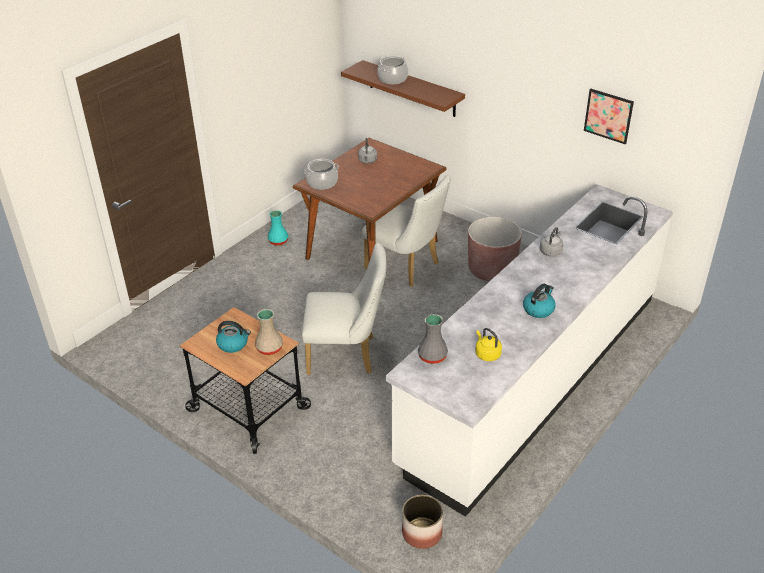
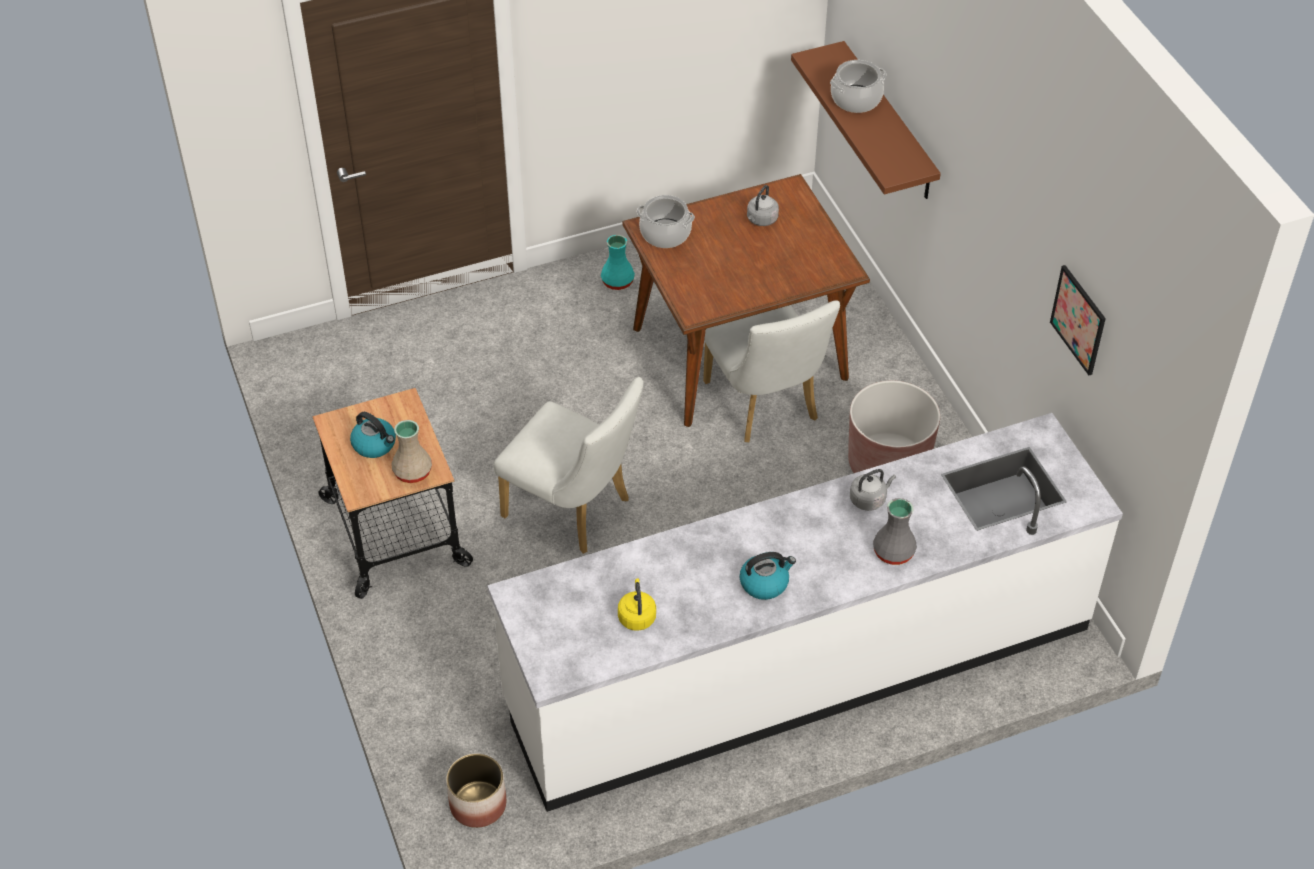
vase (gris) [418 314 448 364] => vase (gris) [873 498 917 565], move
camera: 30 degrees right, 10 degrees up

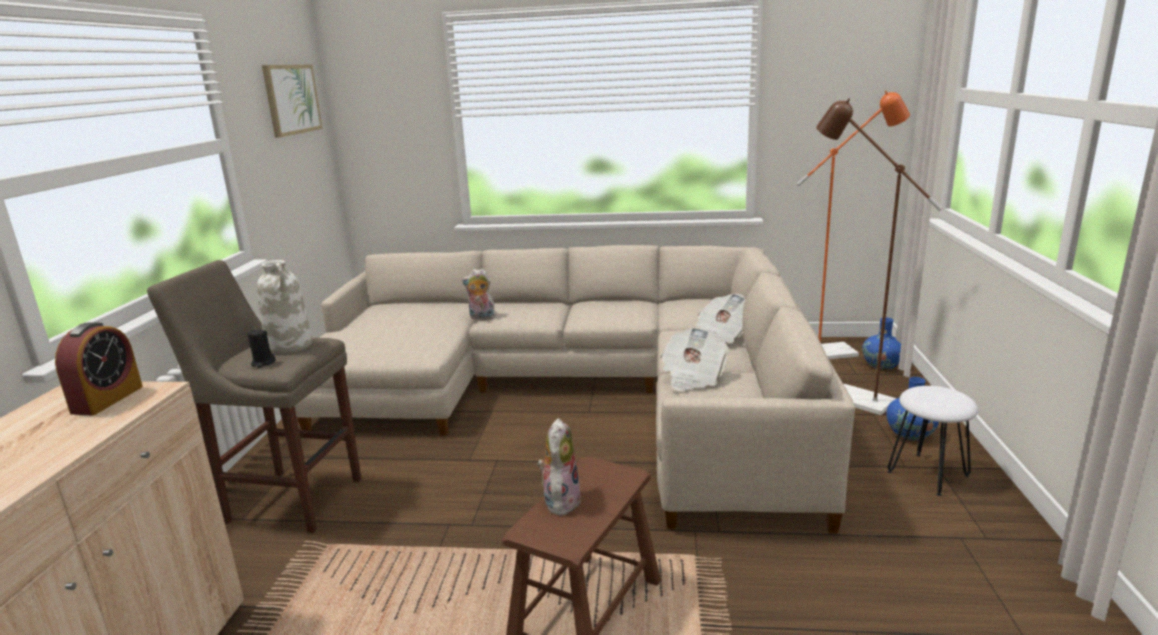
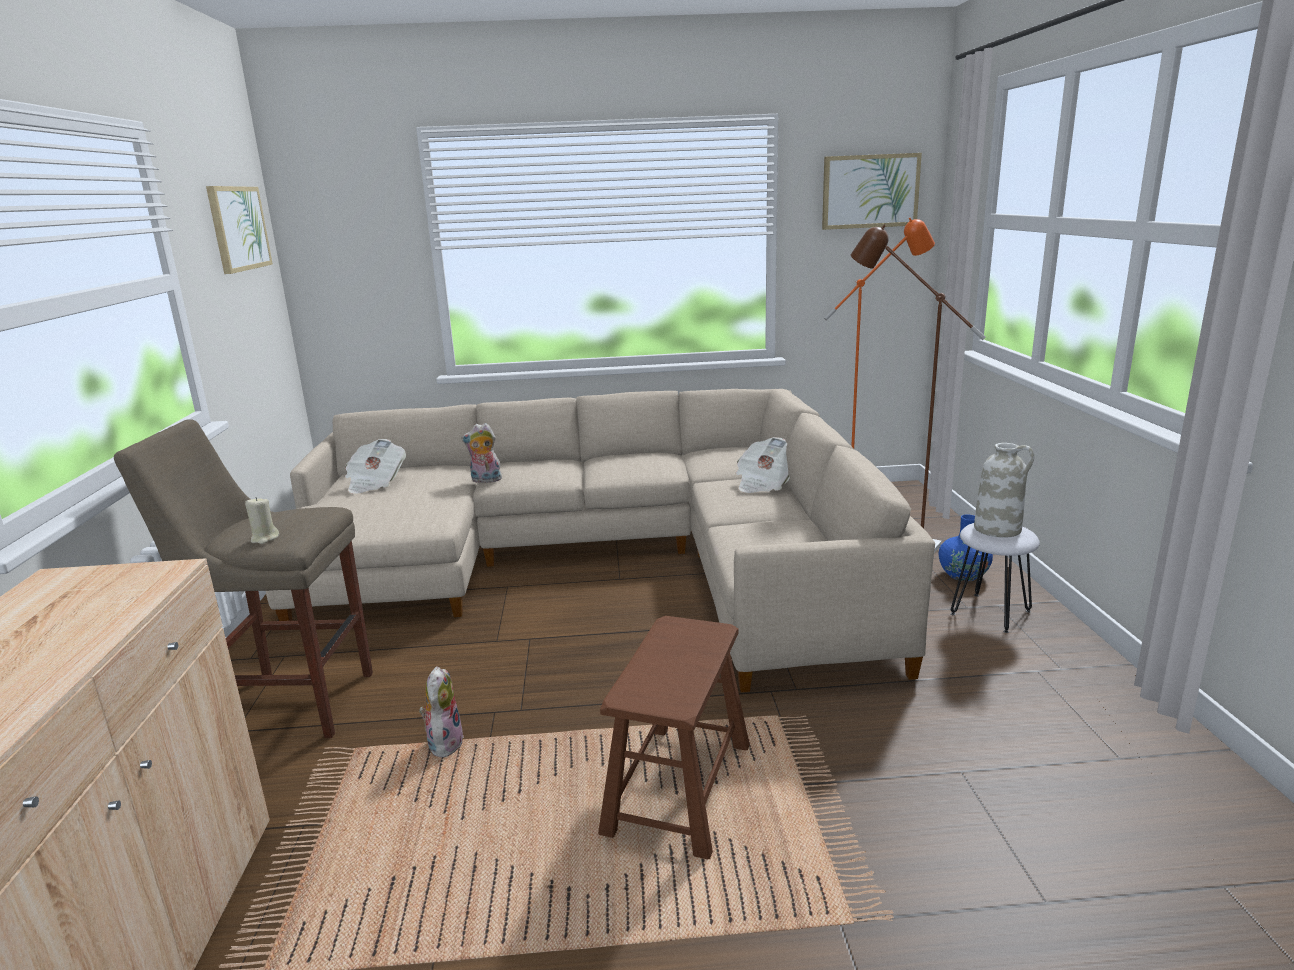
vase (blanc) [256 260 312 354] => vase (blanc) [974 443 1034 538], move
vase (bleu) [862 317 901 370] => nothing
réveil [55 322 143 415] => nothing
journal [661 327 729 391] => journal [345 439 406 494], move
bougie (noir) [247 329 276 368] => bougie (beige) [245 497 279 544]
peluche [538 418 581 516] => peluche [419 666 464 757], move
nothing => tableau [822 153 922 230]
camera: 10 degrees left, 0 degrees up

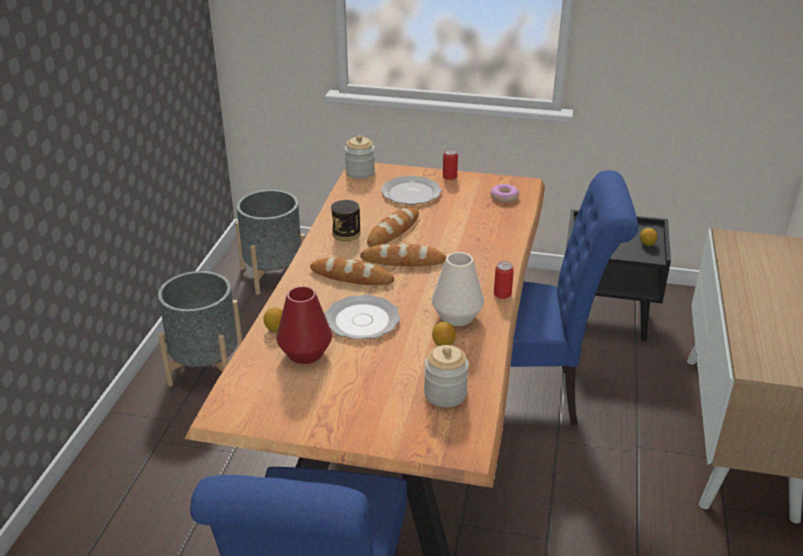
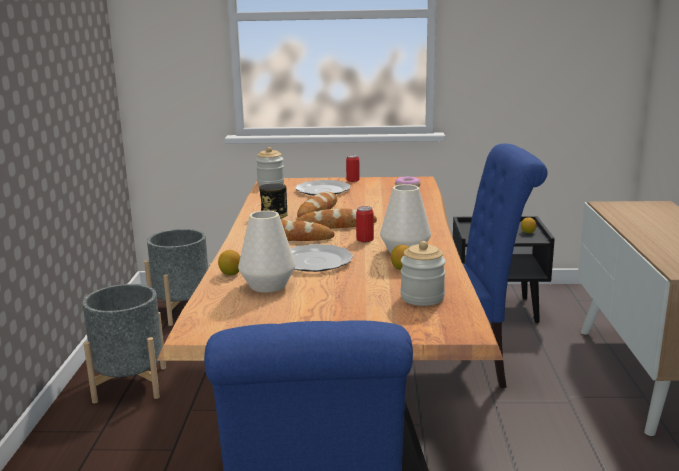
boîte métallique [494 261 514 299] => boîte métallique [356 206 374 242], move
vase (rouge) [276 286 332 364] => vase (blanc) [238 210 295 293]
camera: 10 degrees left, 15 degrees down

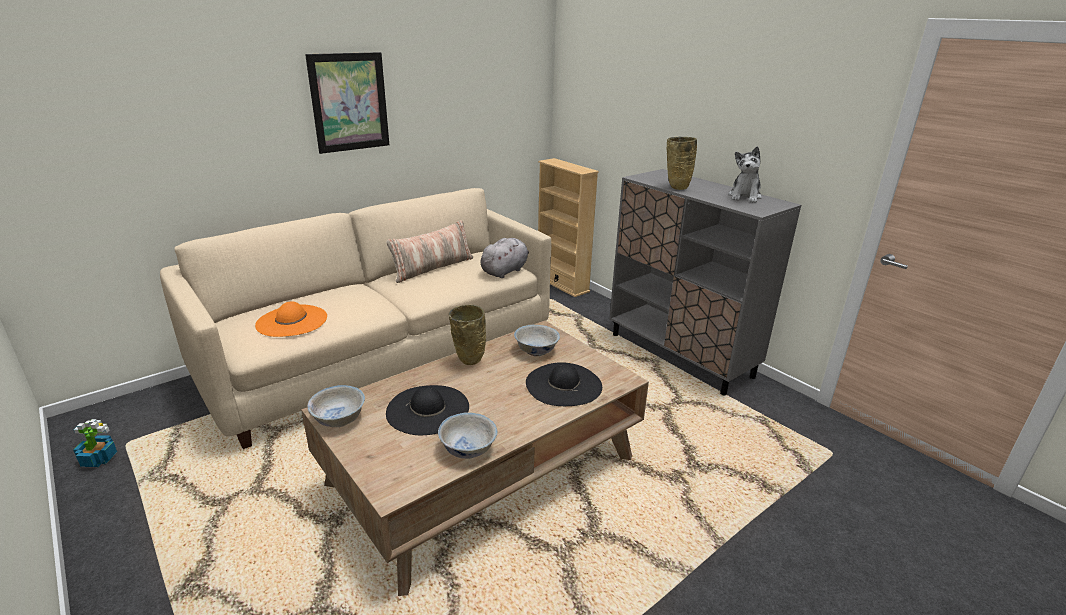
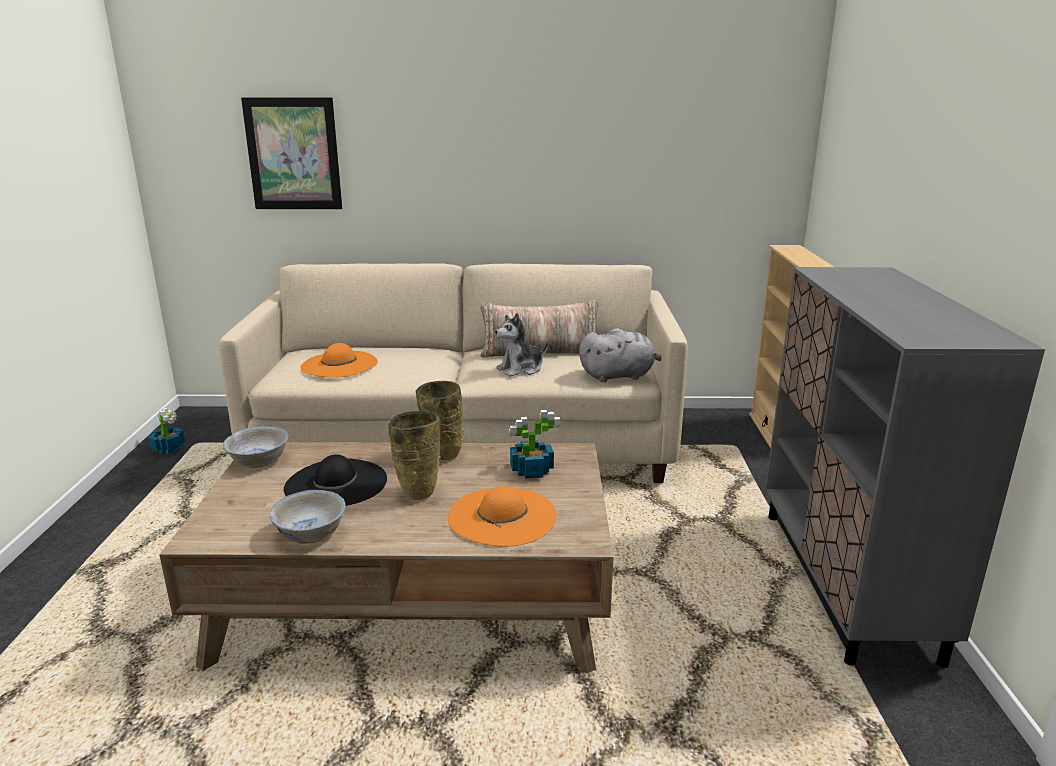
tableau [305 52 389 154] => tableau [241 97 342 209], move
vase (beige) [667 137 697 190] => vase (beige) [388 411 441 500], move
peluche [728 146 762 203] => peluche [495 313 548 377], move
bol (blanc) [514 325 560 356] => plante en pot [509 410 560 479]
chapeau (noir) [526 362 602 406] => chapeau (orange) [448 486 557 547]
camera: 40 degrees right, 5 degrees down

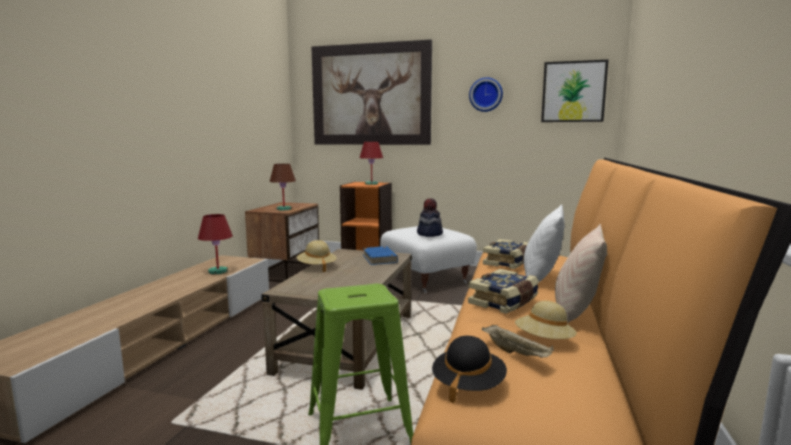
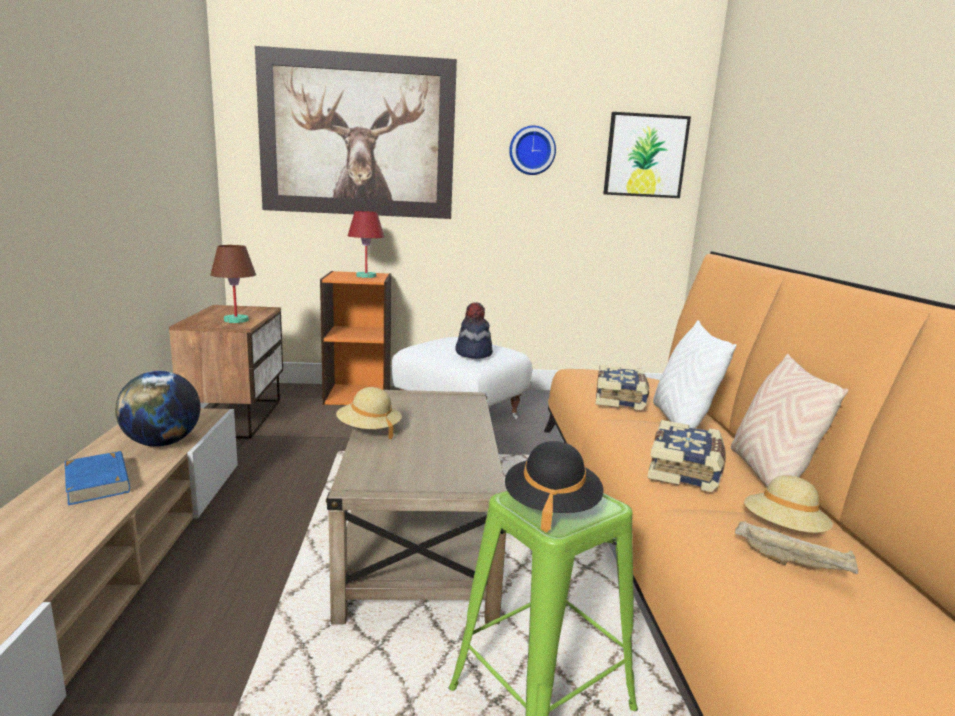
lampe de table (rouge) [198 214 233 274] => globe [115 371 201 447]
livre (bleu) [363 246 398 265] => livre (bleu) [65 451 130 505], move
chapeau (noir) [432 336 507 404] => chapeau (noir) [505 441 603 533], move
camera: 20 degrees left, 5 degrees up

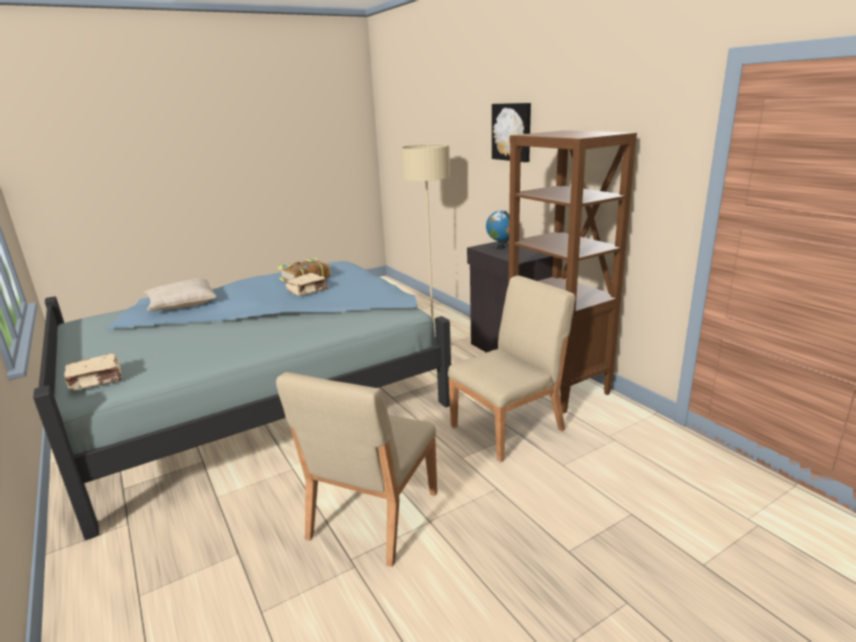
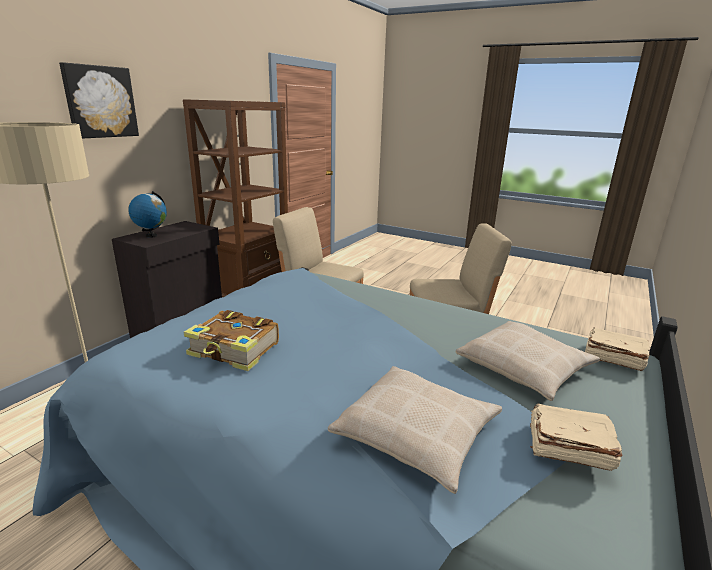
livre (beige) [286 273 327 296] => livre (beige) [530 403 623 471], move
nothing => coussin (beige) [456 321 600 401]
camera: 120 degrees left, 0 degrees up

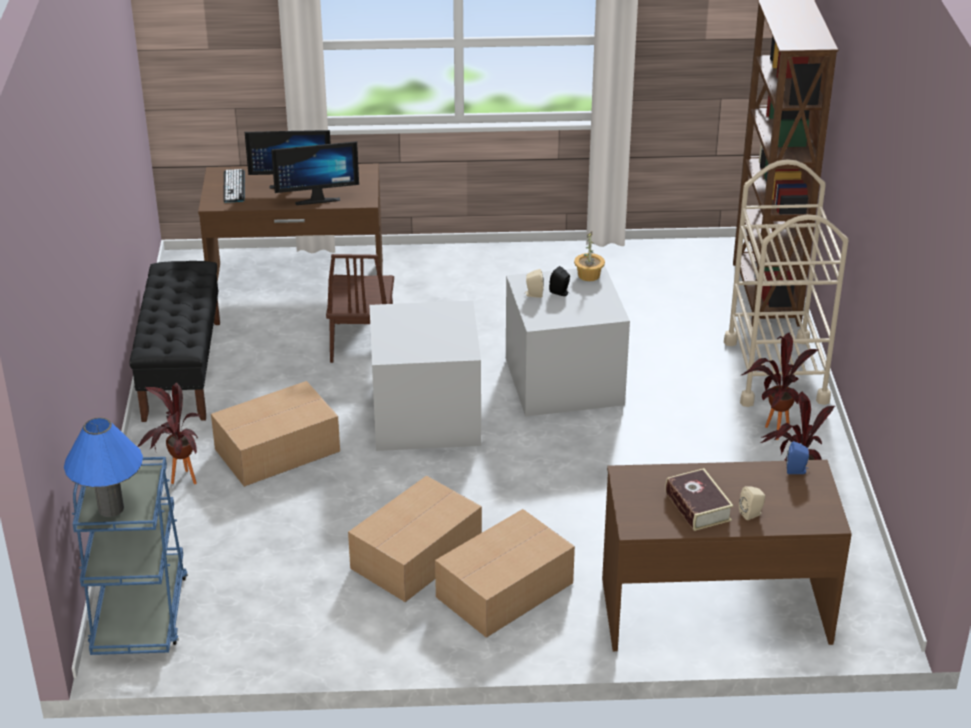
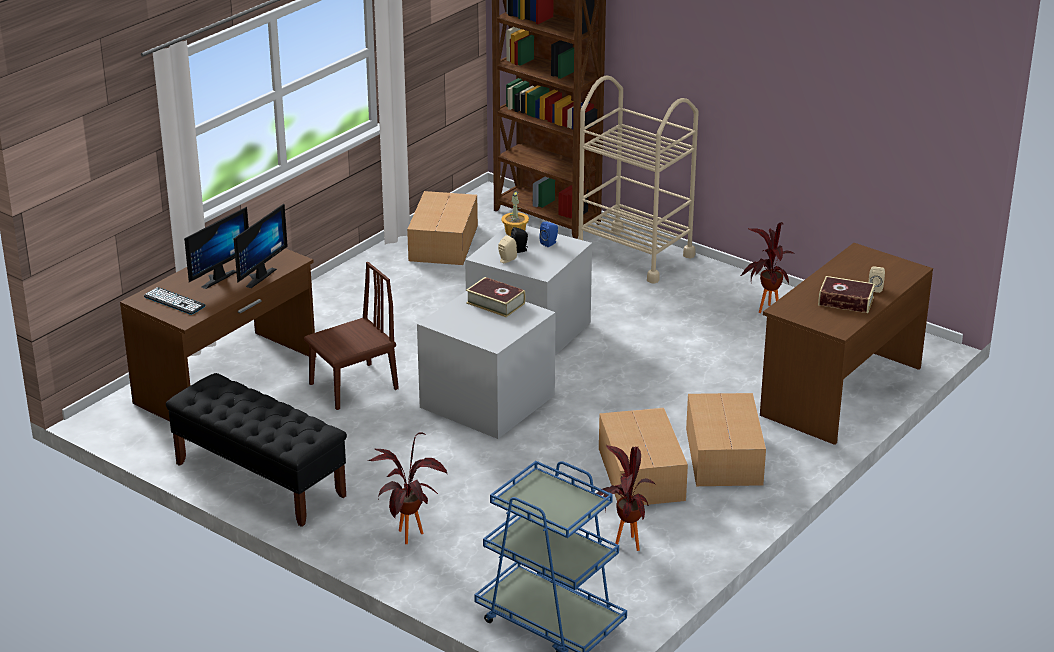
chaise (marron) [326 254 394 363] => chaise (marron) [304 262 399 410], 75 degrees counterclockwise
plante en pot [741 333 818 440] => plante en pot [596 445 655 551], move
carton [211 381 340 487] => carton [407 191 478 265], move
lampe de table (bleu) [64 418 143 517] => nothing
enceinte (bleu) [787 441 809 474] => enceinte (bleu) [539 222 558 247], move
nothing => livre [466 277 525 317]
camera: 50 degrees left, 5 degrees down

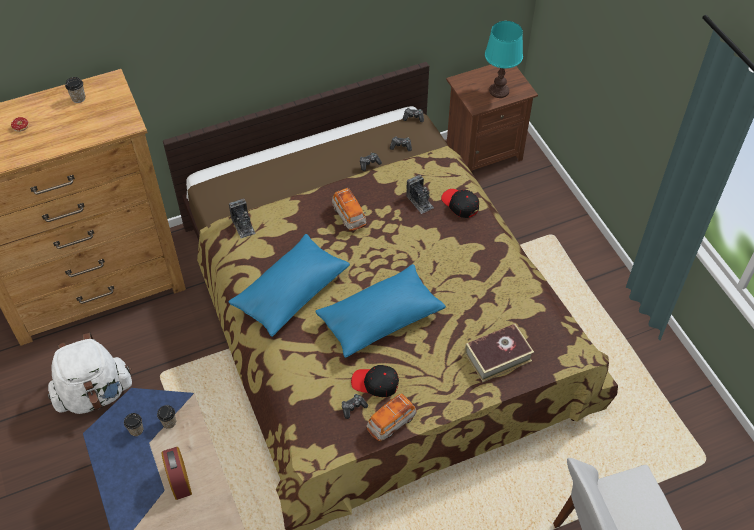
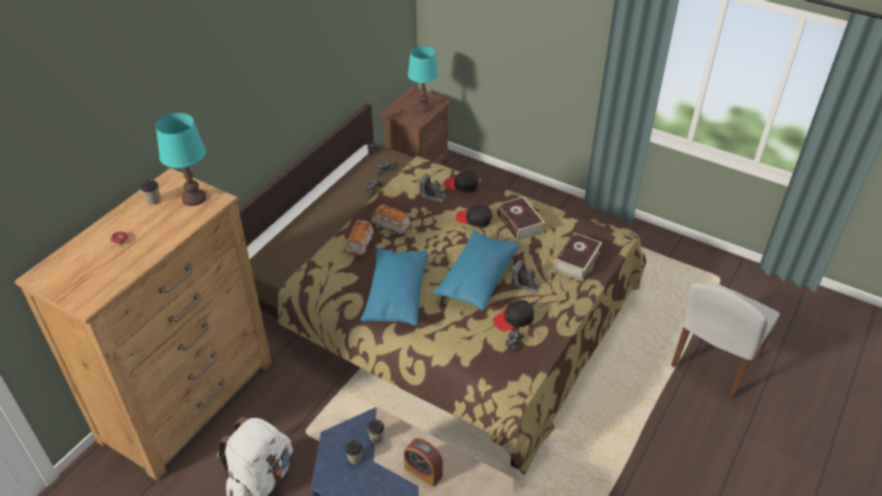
appareil photo [229 198 256 239] => appareil photo [511 260 542 294], move
petite voiture [366 393 417 442] => petite voiture [345 220 374 257], move
nothing => lampe de table (turquoise) [156 113 206 206]
nothing => livre [497 196 545 241]
nothing => casquette (noir) [456 205 492 227]
camera: 35 degrees left, 10 degrees down

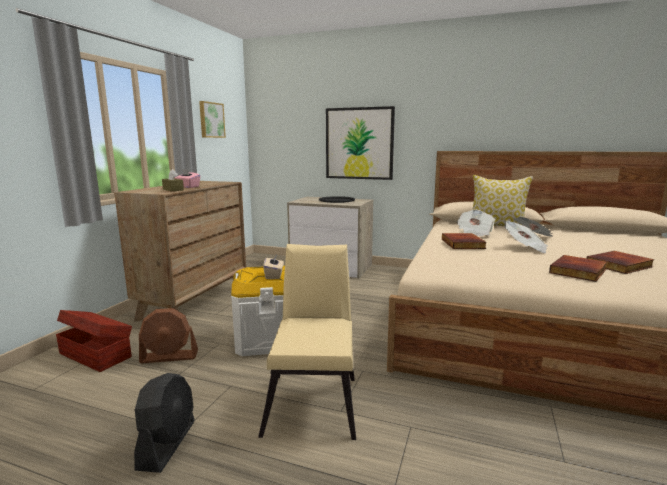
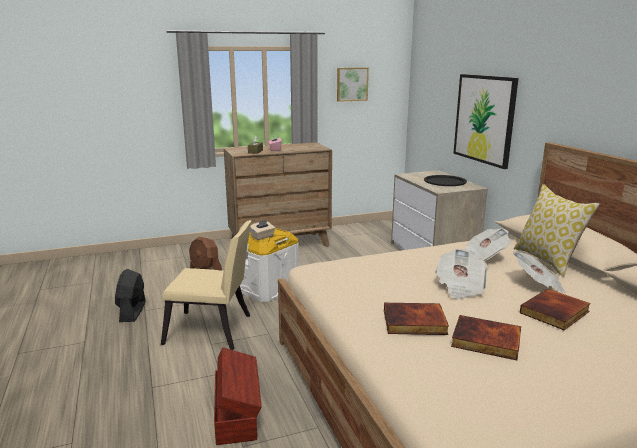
livre [442 233 487 249] => livre [520 289 591 330], move
chaise (beige) [258 244 356 440] => chaise (beige) [161 220 252 350], 45 degrees clockwise
boîte de rangement (marron) [56 310 132 372] => boîte de rangement (marron) [214 347 262 445], move
ventilateur (noir) [134 373 195 473] => ventilateur (noir) [115 269 145 322], 120 degrees clockwise
camera: 50 degrees right, 5 degrees up

